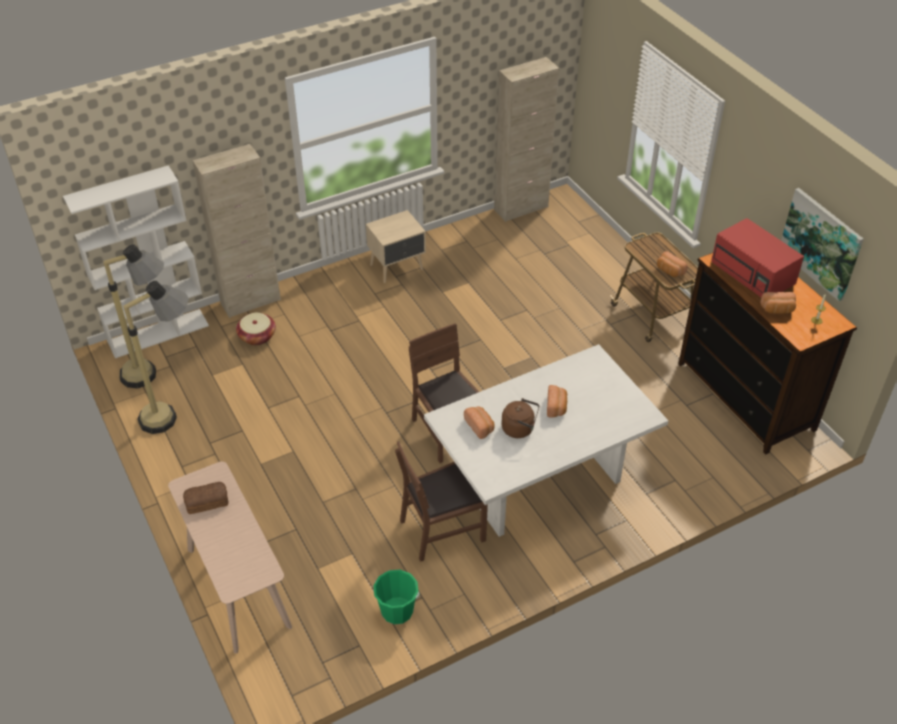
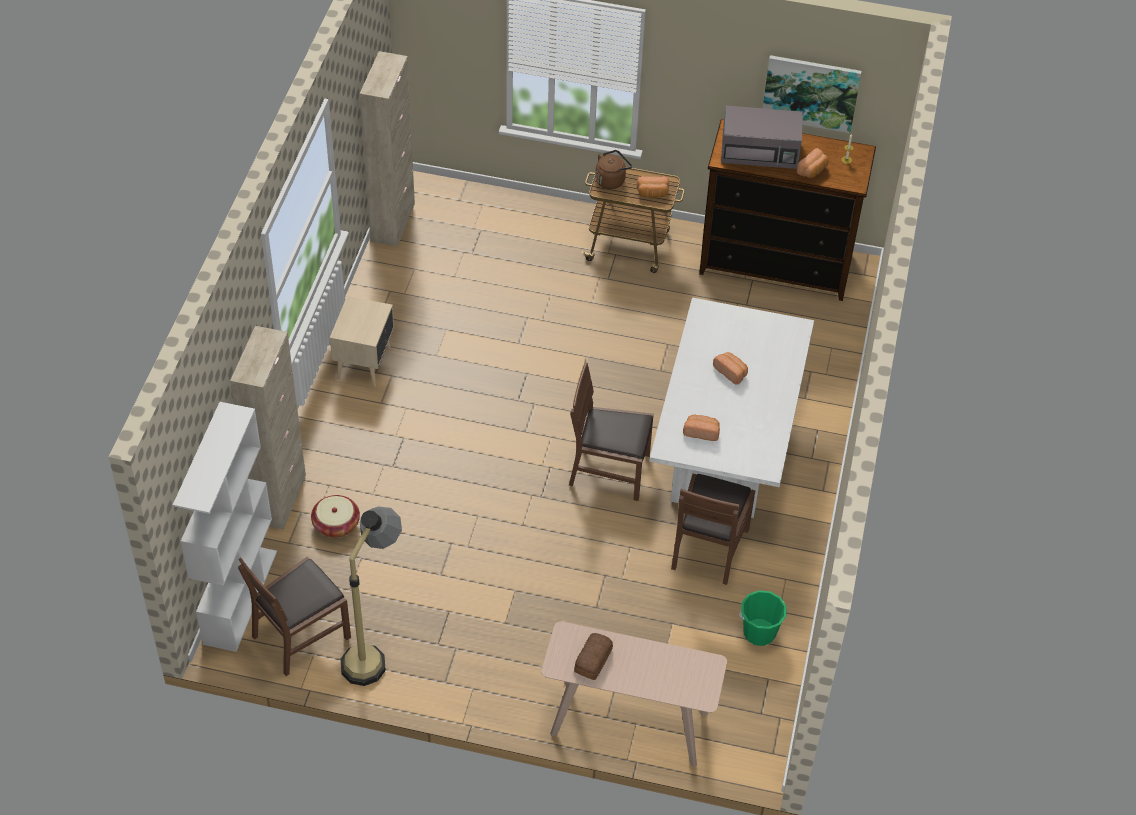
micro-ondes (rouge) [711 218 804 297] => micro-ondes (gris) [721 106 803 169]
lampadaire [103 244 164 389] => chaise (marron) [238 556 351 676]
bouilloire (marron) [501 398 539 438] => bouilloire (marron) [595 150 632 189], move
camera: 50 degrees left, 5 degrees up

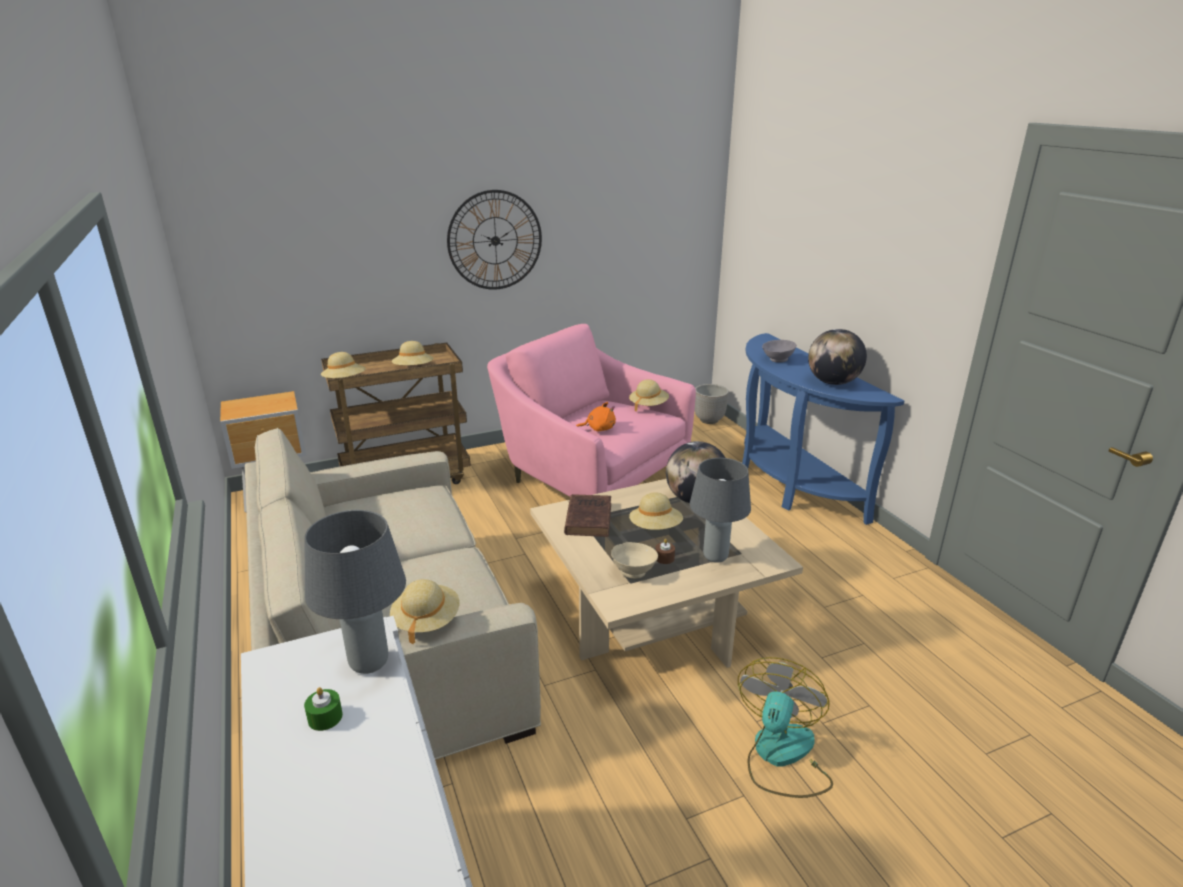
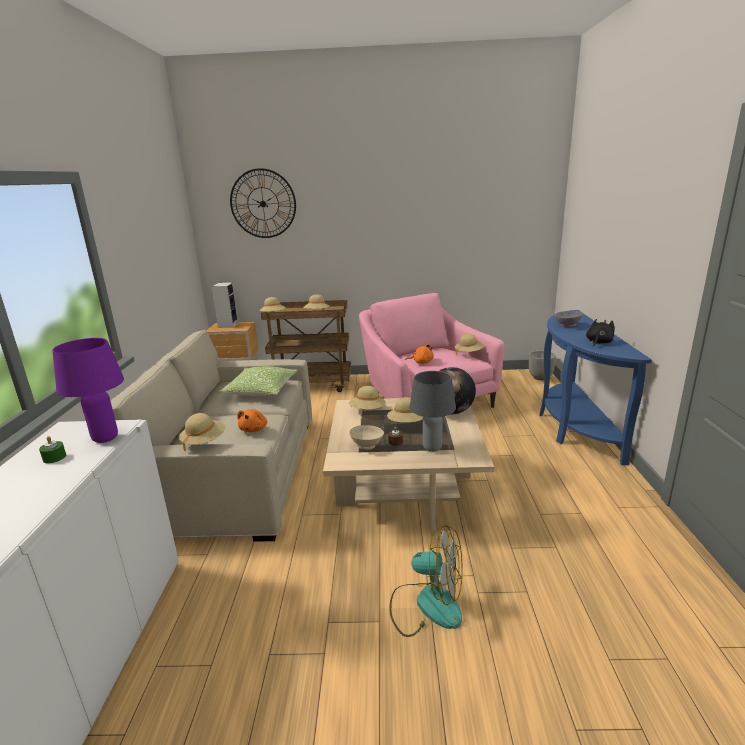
horloge murale [447 190 542 290] => horloge murale [230 168 296 238], move
globe [808 329 867 385] => peluche (noir) [586 319 615 346]
livre (marron) [564 494 611 537] => chapeau (beige) [349 386 386 409]
lampe de table (gris) [304 510 406 674] => lampe de table (violet) [52 338 124 443]
ventilateur [738 657 833 798] => ventilateur [389 525 462 637], 60 degrees clockwise
nothing => enceinte [211 282 239 328]
nothing => coussin [219 366 297 396]
nothing => peluche (orange) [237 409 267 432]
camera: 25 degrees right, 5 degrees down

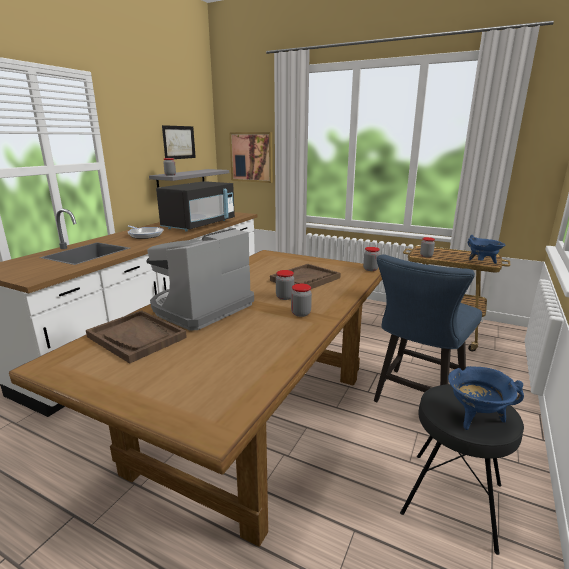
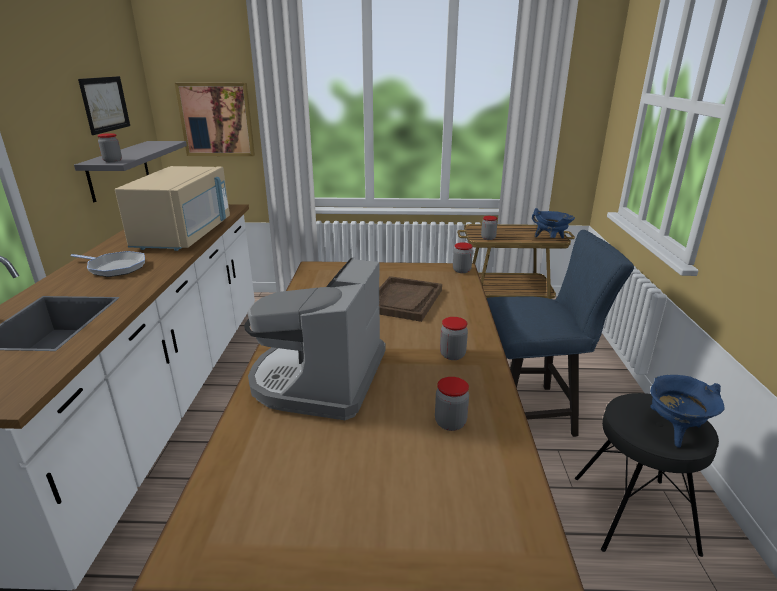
micro-ondes (noir) [156 181 235 232] => micro-ondes (beige) [115 166 230 251]
chaise (bleu) [374 254 482 402] => chaise (bleu) [487 230 634 437], 105 degrees counterclockwise
bocal [276 270 294 300] => bocal [435 377 469 431], move
plateau (marron) [86 310 187 364] => nothing
camera: 25 degrees left, 5 degrees up

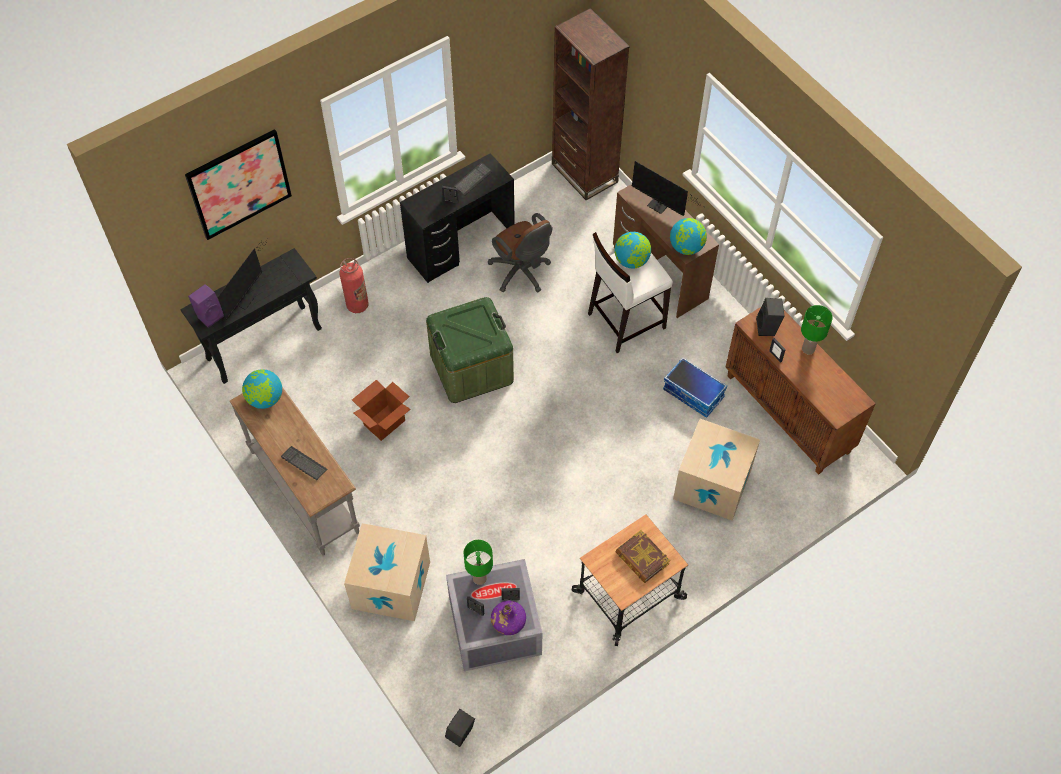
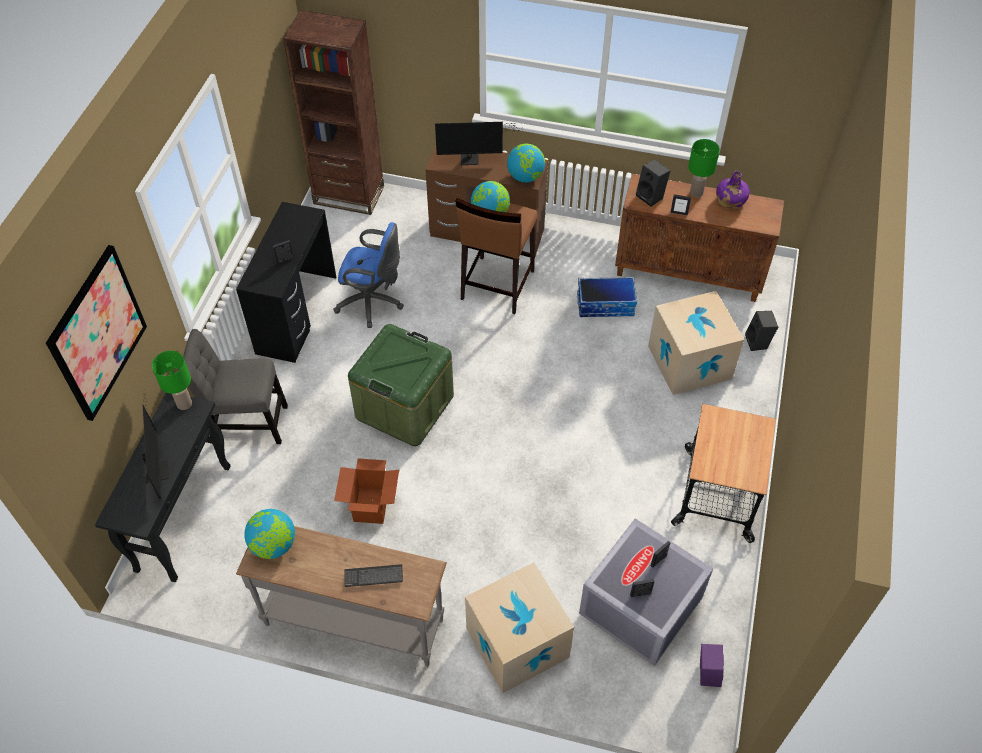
clavier [454 163 492 195] => nothing
chaise de bureau (marron) [487 213 553 293] => chaise de bureau (bleu) [333 222 404 328]
tabouret (blanc) [588 232 673 353] => tabouret (marron) [455 198 537 314]
extincteur [340 258 369 313] => chaise (gris) [183 329 288 444]
enceinte (violet) [188 284 224 328] => enceinte (violet) [700 644 724 687], move
livre [615 530 670 583] => nothing
lampe de table (vert) [464 540 493 585] => lampe de table (vert) [152 351 192 410], move
bouteille (violet) [491 601 526 635] => bouteille (violet) [716 171 750 209], move
enceinte (noir) [445 709 475 747] => enceinte (noir) [745 311 778 351], move
camera: 40 degrees left, 5 degrees down

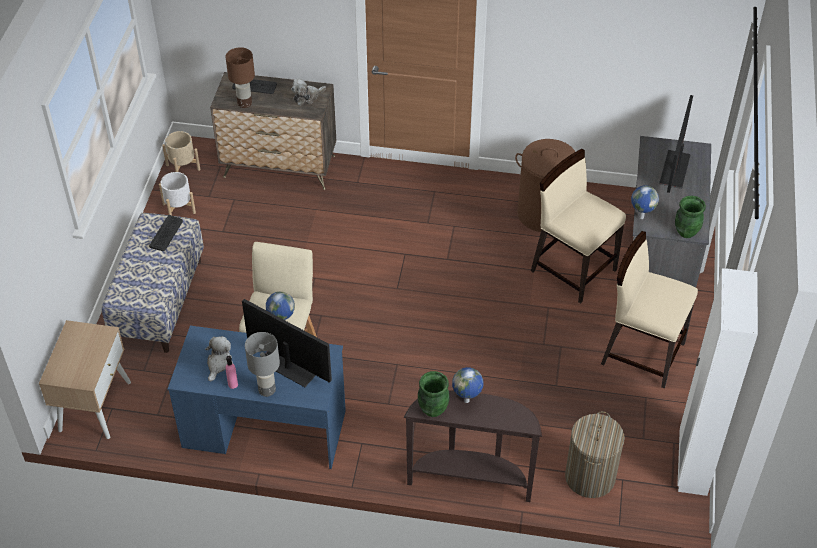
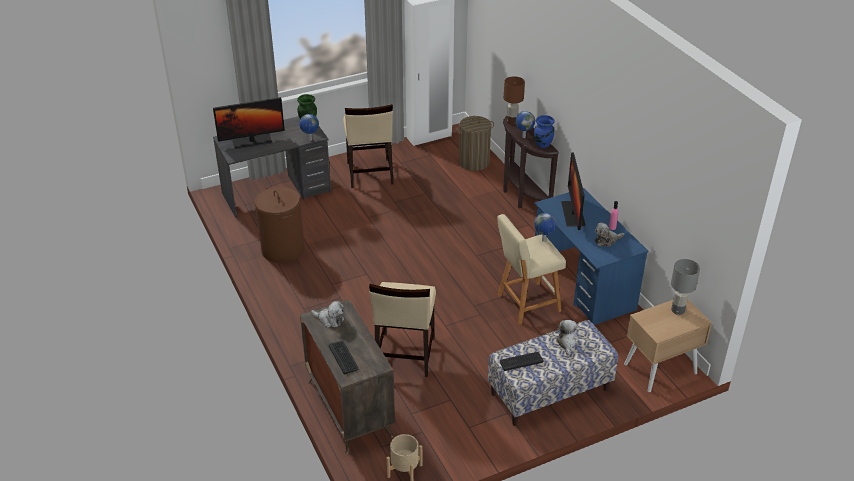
lampe de table (marron) [226 47 255 108] => lampe de table (marron) [504 76 525 125], move
chaise (beige) [531 149 626 304] => chaise (beige) [369 282 436 377], move
cache-pot (blanc) [159 172 196 215] => nothing
lampe de table (gris) [245 332 280 397] => lampe de table (gris) [671 259 700 315], move
vase (vert) [418 371 450 417] => vase (bleu) [534 115 555 148]
nothing => peluche [555 320 578 355]
camera: 125 degrees left, 10 degrees down

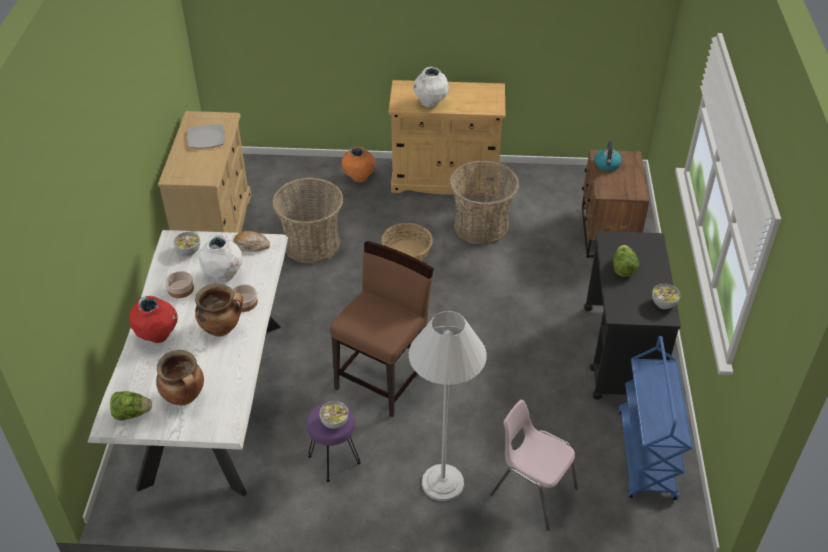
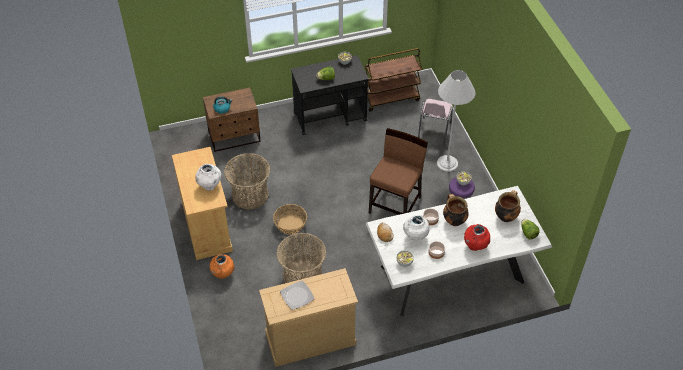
chaise (marron) [330 241 434 417] => chaise (marron) [369 128 428 215], 105 degrees clockwise
chariot (bleu) [618 336 693 500] => chariot (marron) [365 48 422 112]
camera: 110 degrees left, 5 degrees up

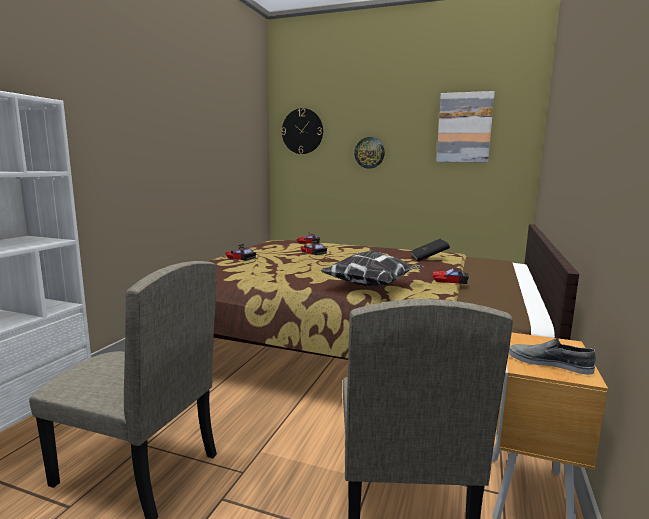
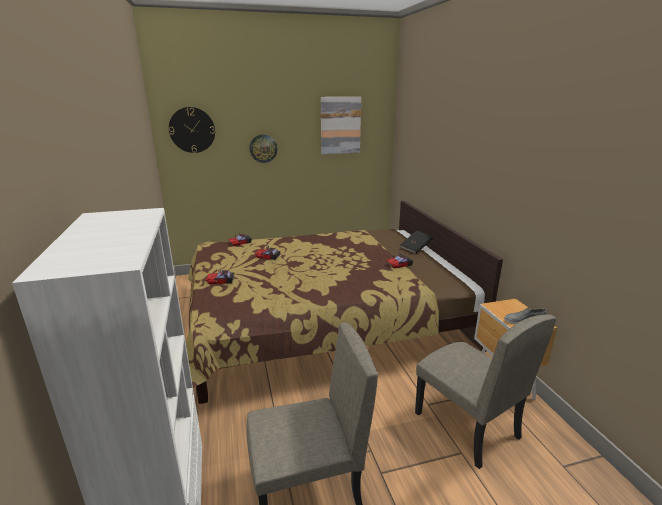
livre (noir) [410 239 450 261] => livre (noir) [400 230 433 254], move
coussin [321 251 424 287] => nothing
camera: 35 degrees left, 10 degrees up

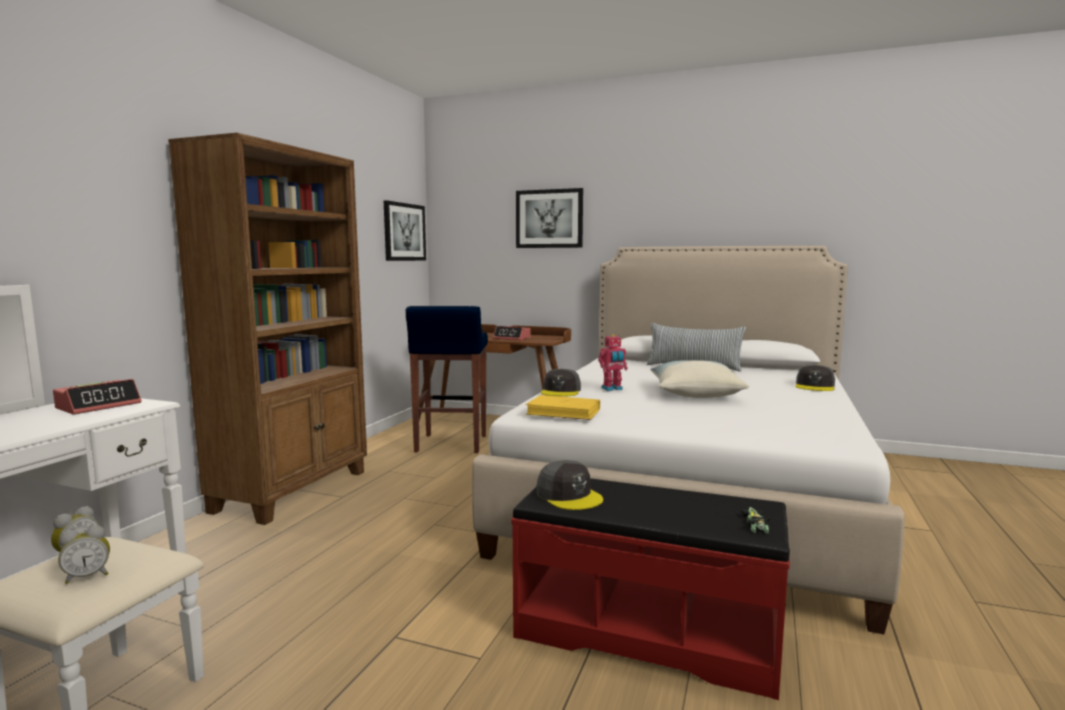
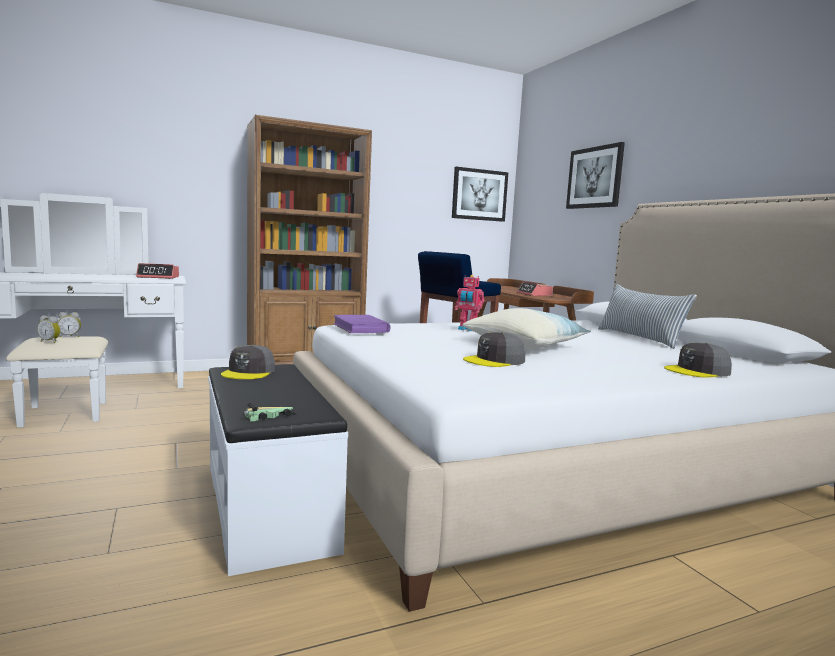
casquette (gris) [541 369 581 396] => casquette (gris) [463 332 525 367], move
livre (jaune) [526 395 600 420] => livre (violet) [333 315 391 333]
banc (rouge) [511 478 790 700] => banc (blanc) [208 364 348 576]
camera: 45 degrees right, 0 degrees up

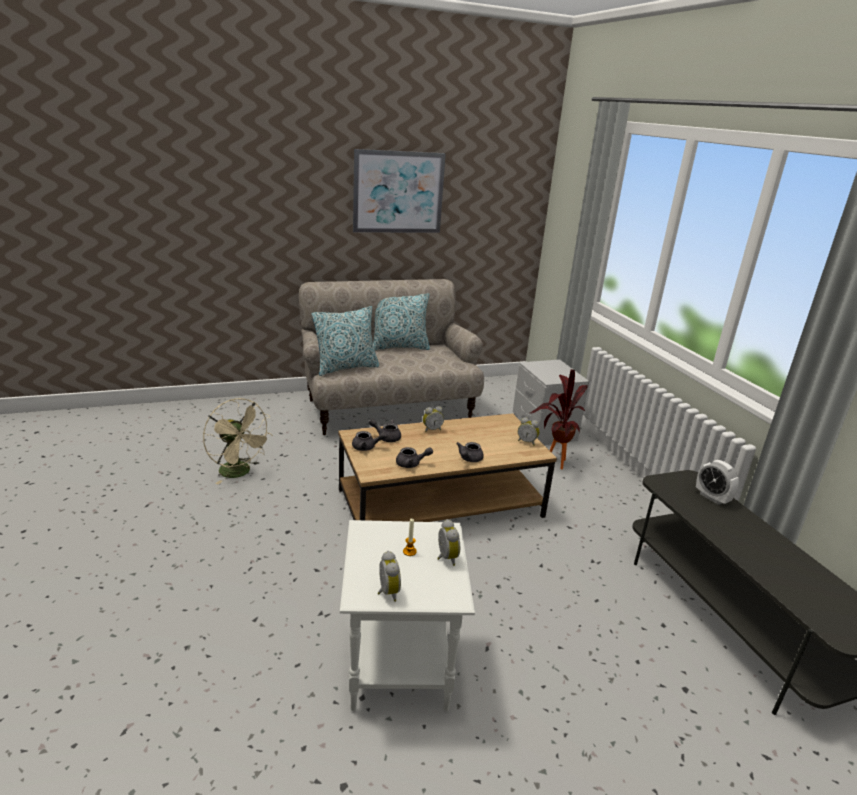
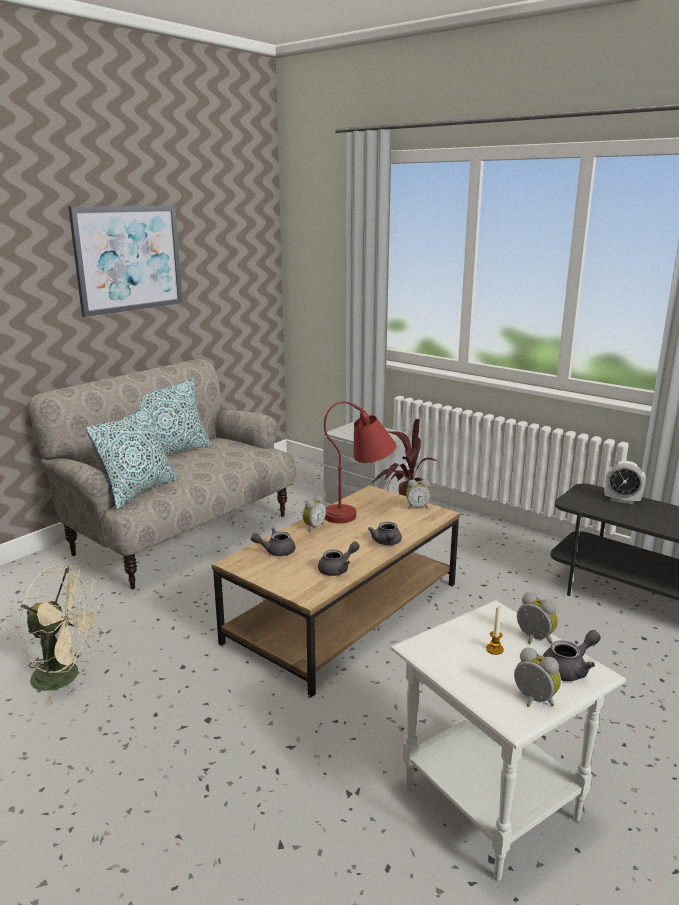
théière (gris) [352 431 387 451] => théière (gris) [543 630 601 681], move
nothing => lampe de table (rouge) [324 401 396 523]
camera: 30 degrees left, 5 degrees down

